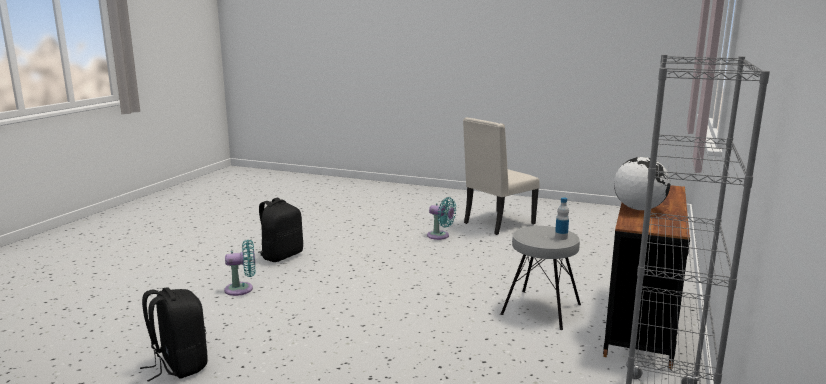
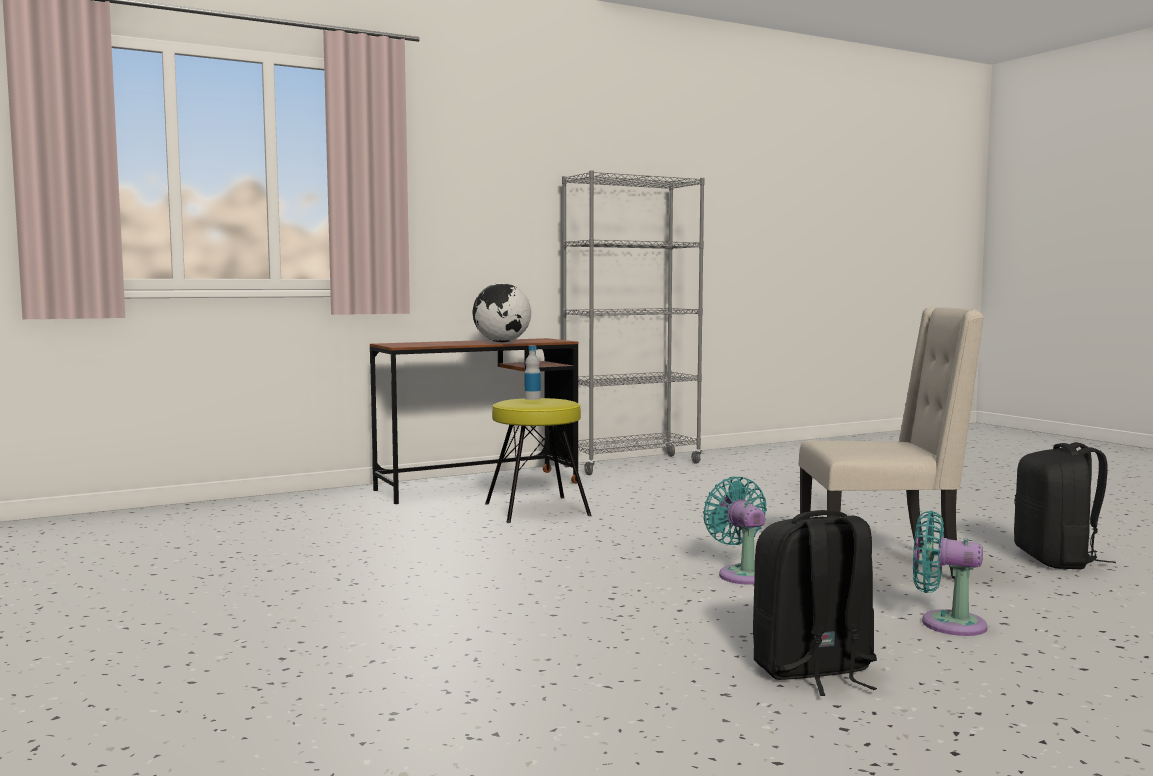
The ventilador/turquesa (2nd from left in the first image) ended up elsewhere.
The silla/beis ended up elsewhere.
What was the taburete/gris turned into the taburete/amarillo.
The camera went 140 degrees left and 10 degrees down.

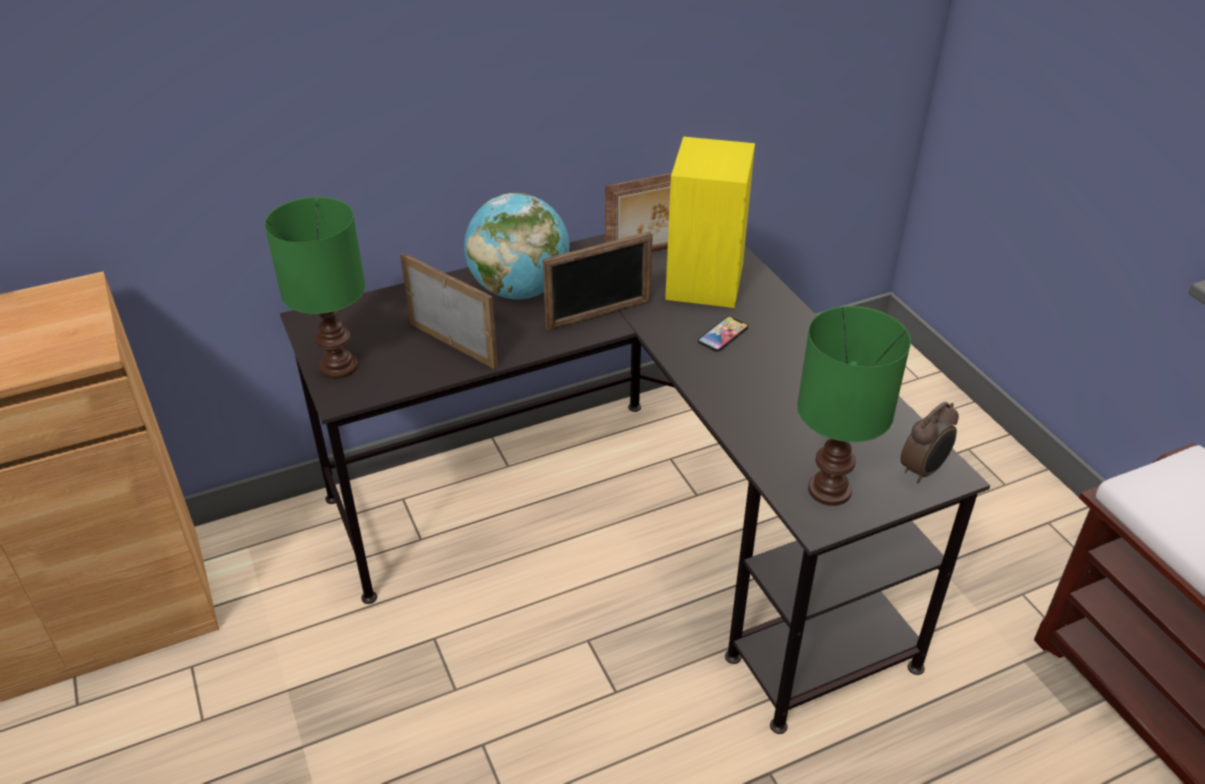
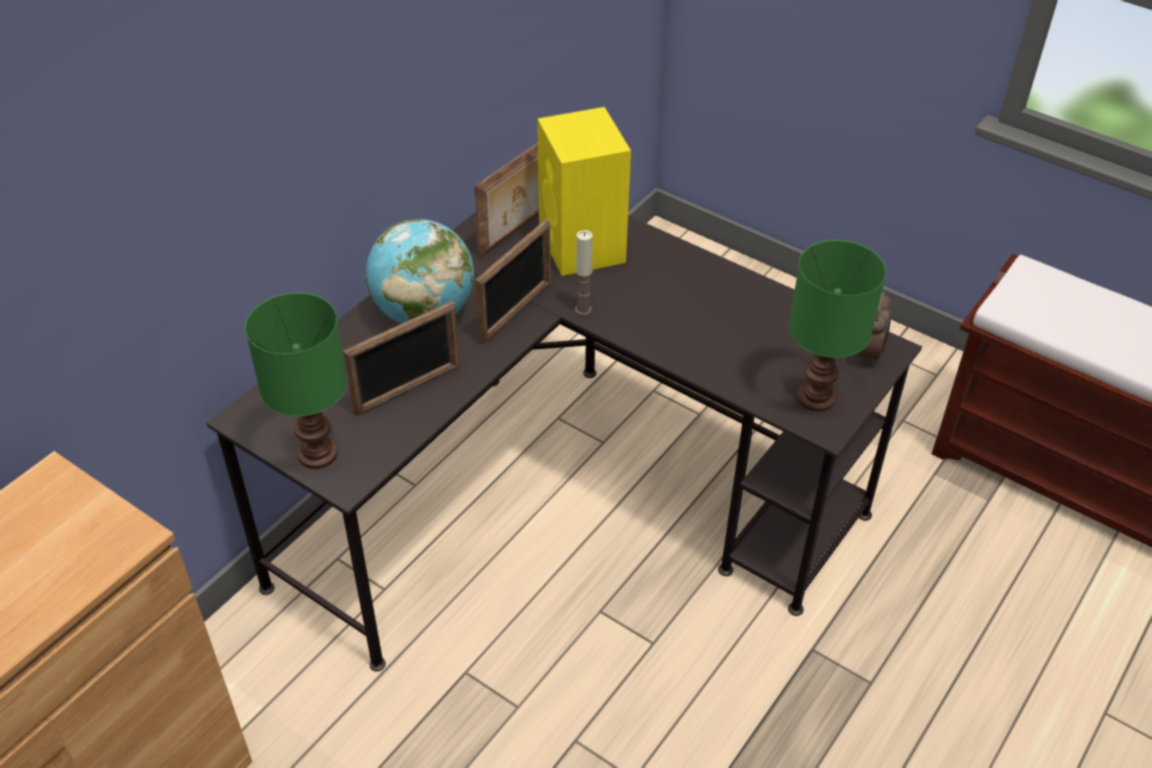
The second view lost the móvil.
The second view gained the vela.
The portarretratos (1st from left) ended up facing another way, 135 degrees clockwise from before.
The camera went 30 degrees left and 5 degrees up.

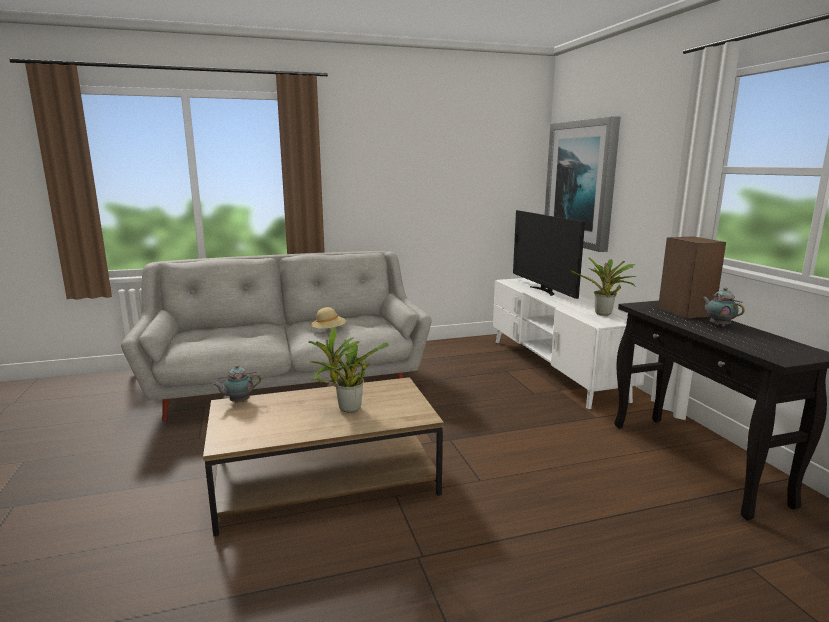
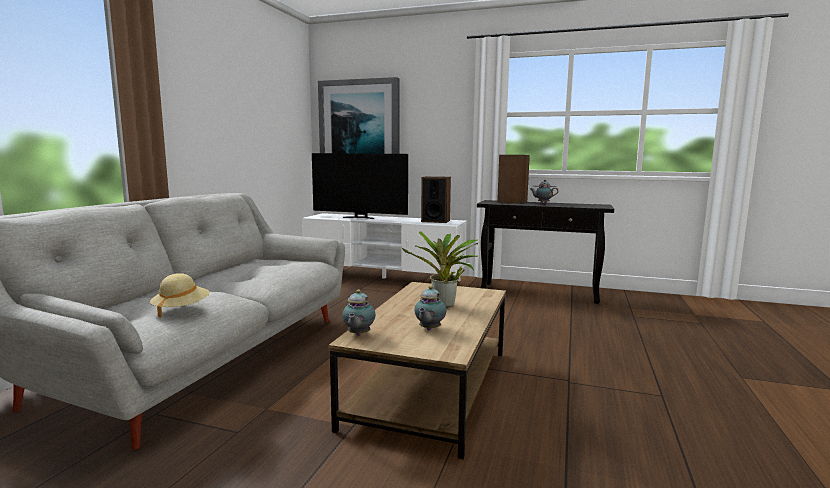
The second view gained the tetera (2nd from left).
The sombrero/beis ended up elsewhere.
Where the planta en maceta (2nd from left) stood, the altavoz (1st from left) came to stand.
The camera went 55 degrees left and 5 degrees down.

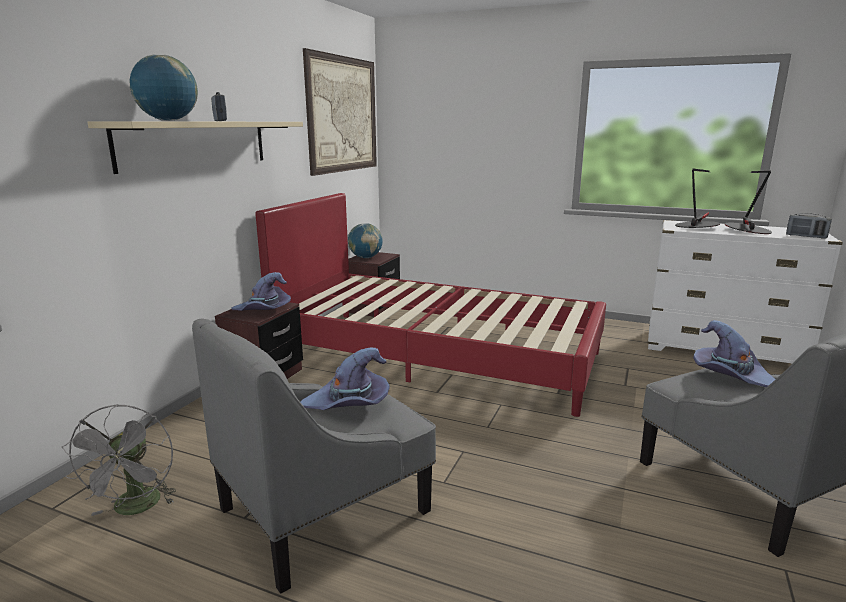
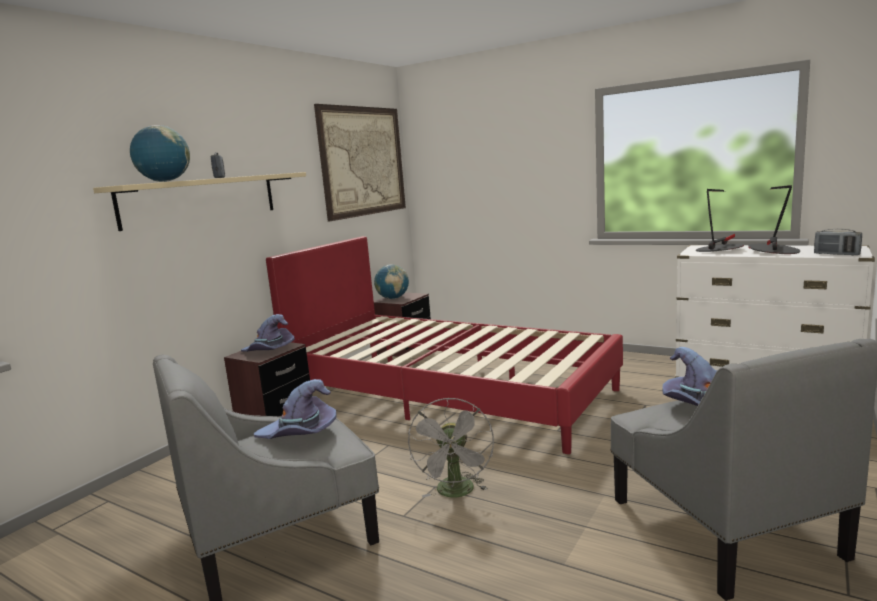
The ventilador/gris ended up elsewhere.
The camera went 10 degrees right and 5 degrees down.

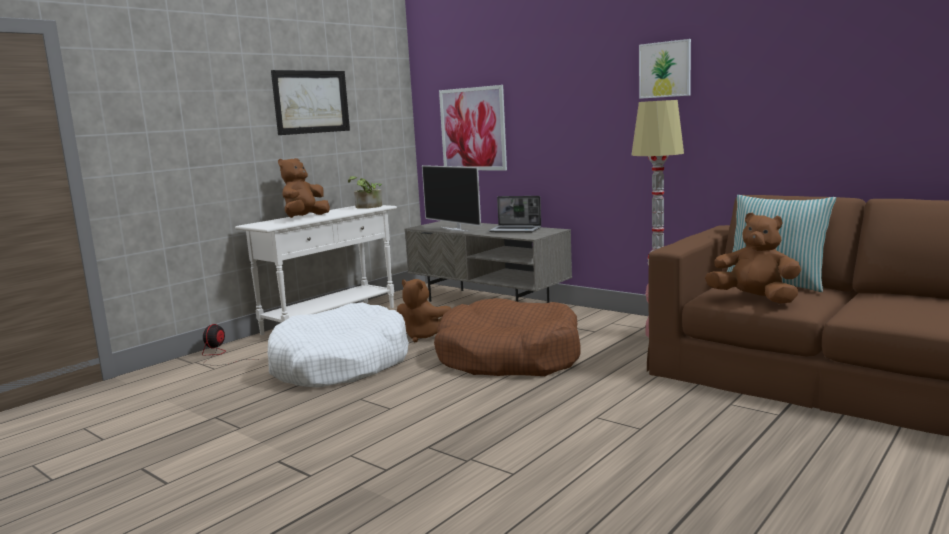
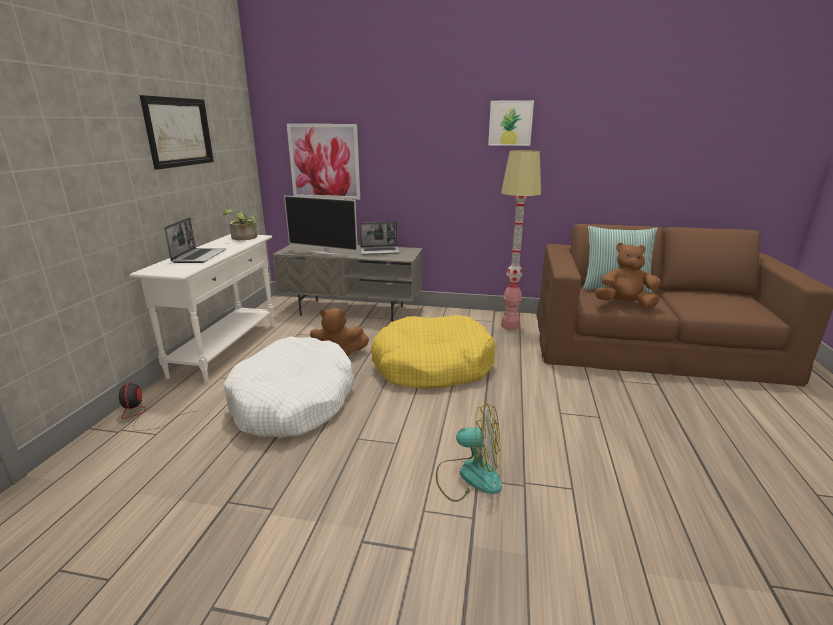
The second view gained the ventilador (2nd from left).
Where the peluche/marrón (1st from left) stood, the portátil (1st from left) came to stand.
What was the cama para perro/marrón turned into the cama para perro/amarillo.
The camera went 30 degrees left and 10 degrees up.

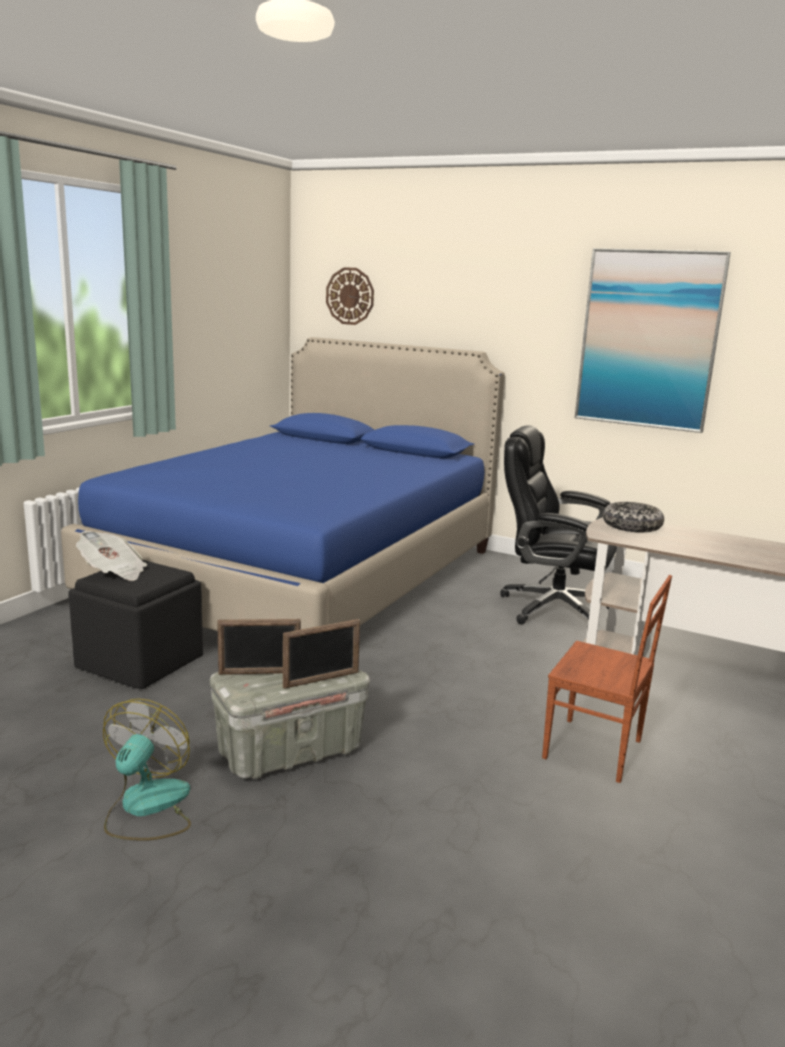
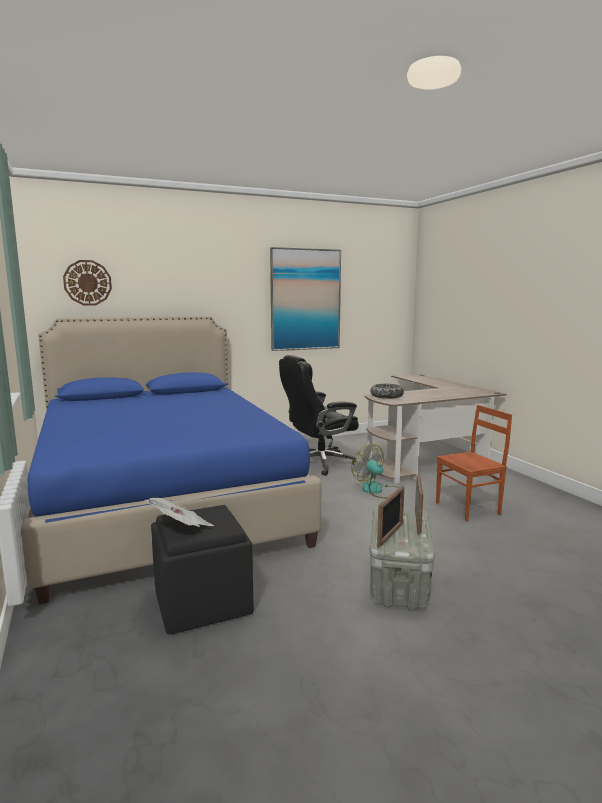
The ventilador ended up elsewhere.
The camera went 50 degrees left and 5 degrees down.

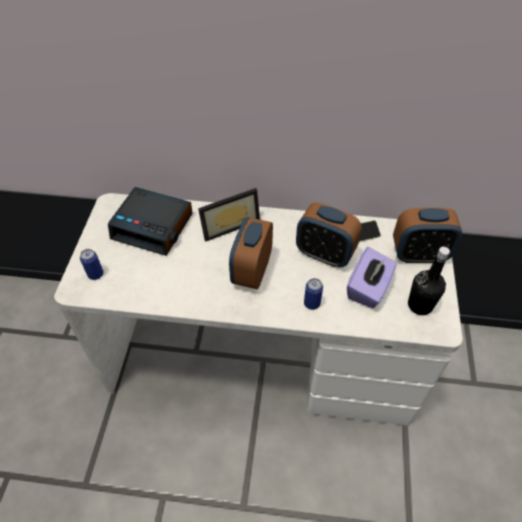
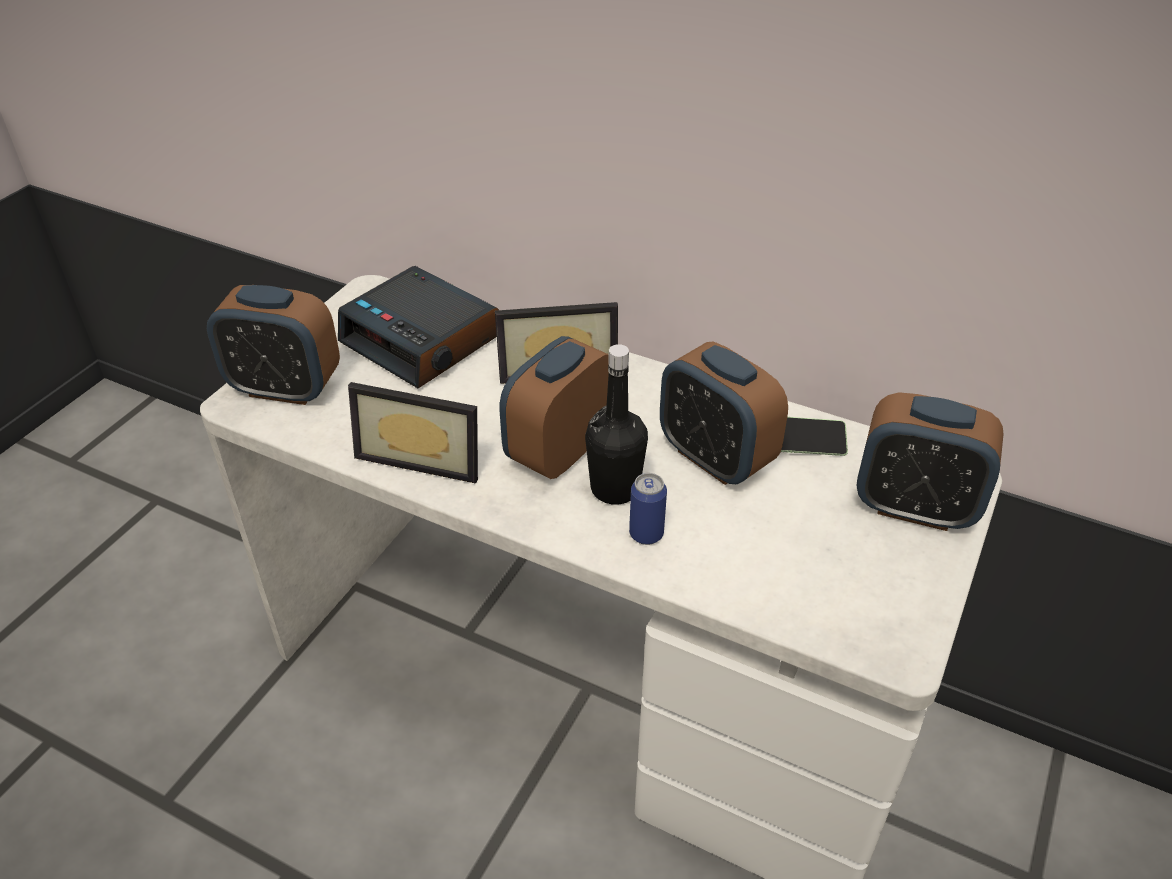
The second view lost the caja de pañuelos/morado.
The second view gained the portarretratos (1st from left).
The botella/negro ended up elsewhere.
Where the lata (1st from left) stood, the despertador (1st from left) came to stand.
The camera went 20 degrees right and 10 degrees down.

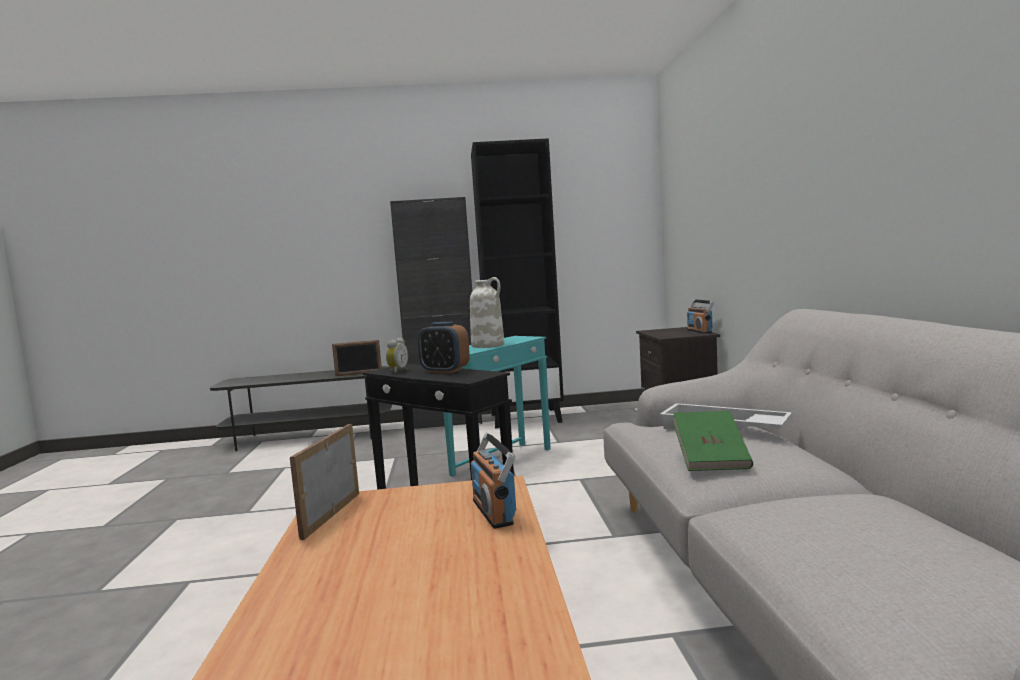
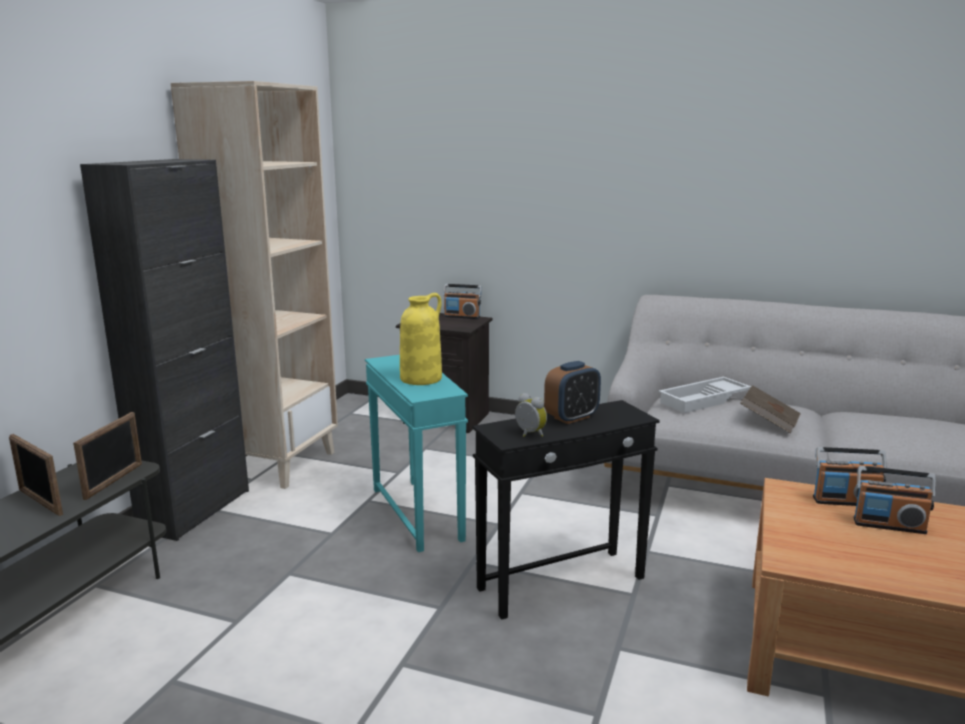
The second view gained the radio (3rd from left).
The portarretratos (1st from left) ended up elsewhere.
What was the florero/blanco turned into the florero/amarillo.
What was the estantería/negro turned into the estantería/beis.
What was the libro/verde turned into the libro/marrón.
The camera went 65 degrees left and 10 degrees up.

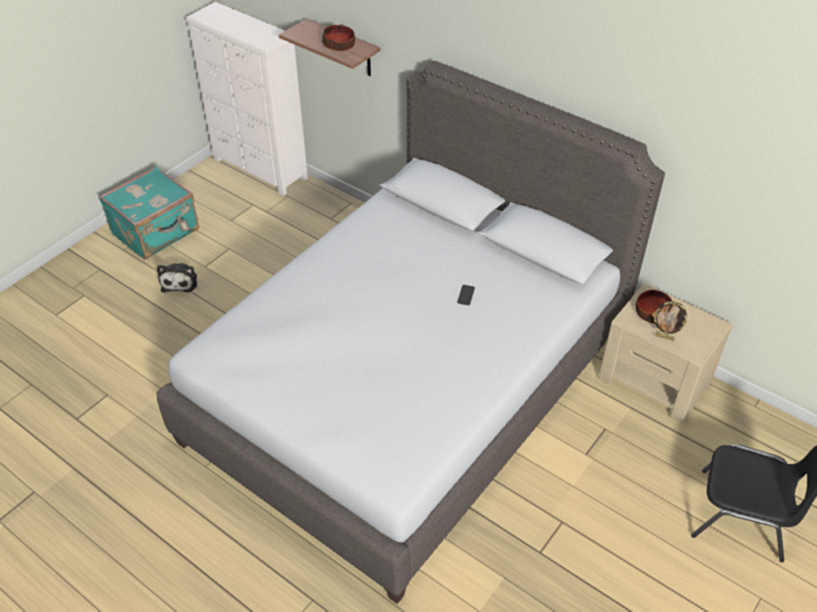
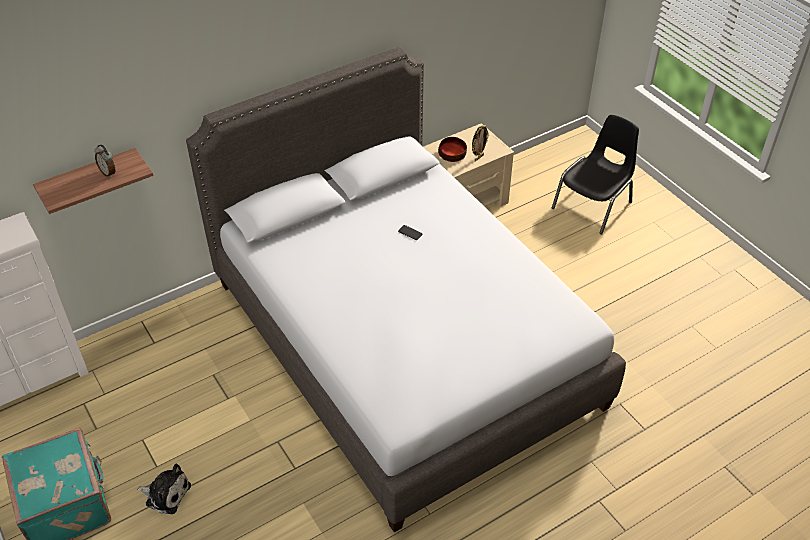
Where the cuenco (1st from left) stood, the despertador came to stand.
The camera went 70 degrees left and 0 degrees up.

